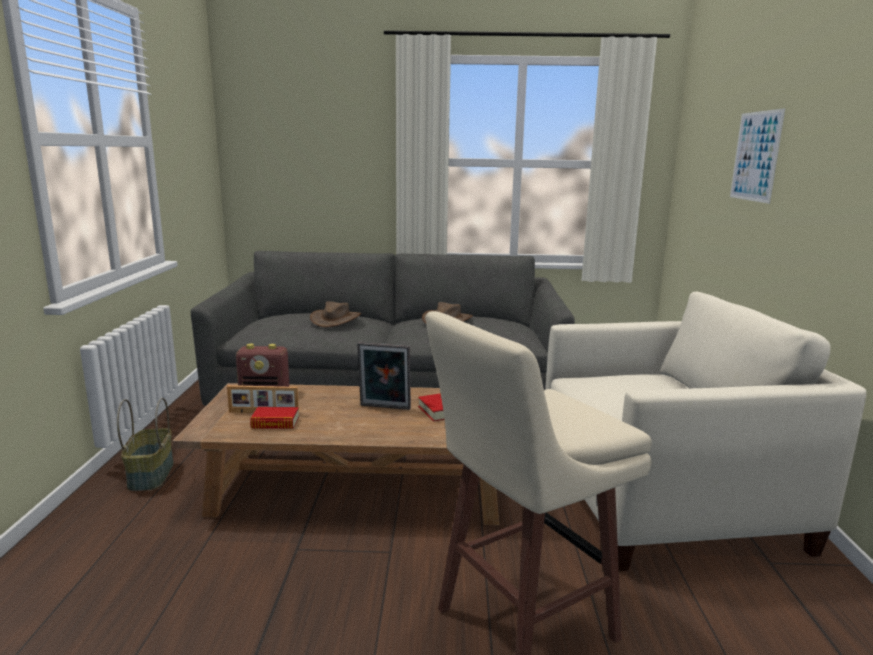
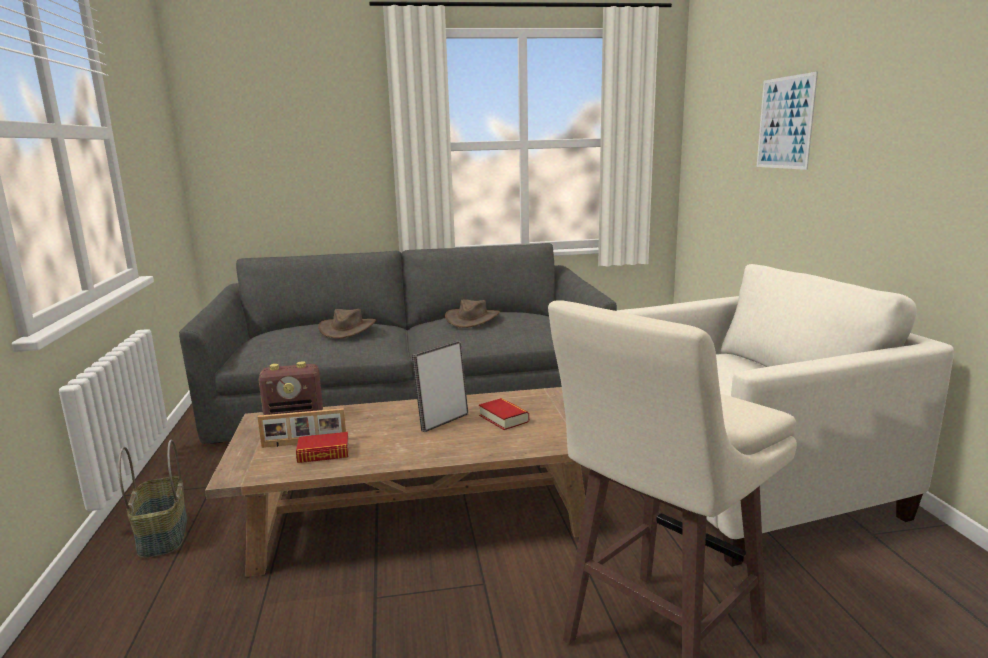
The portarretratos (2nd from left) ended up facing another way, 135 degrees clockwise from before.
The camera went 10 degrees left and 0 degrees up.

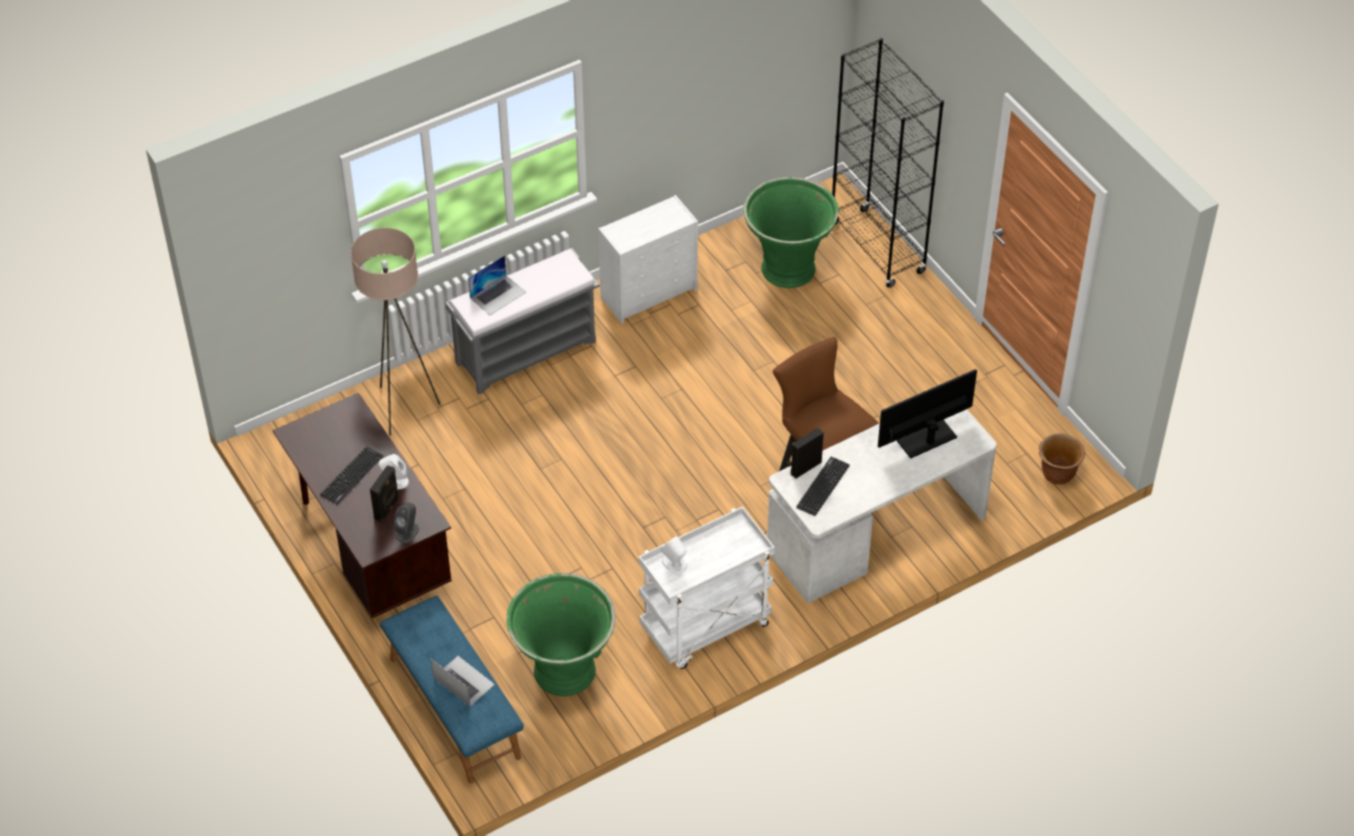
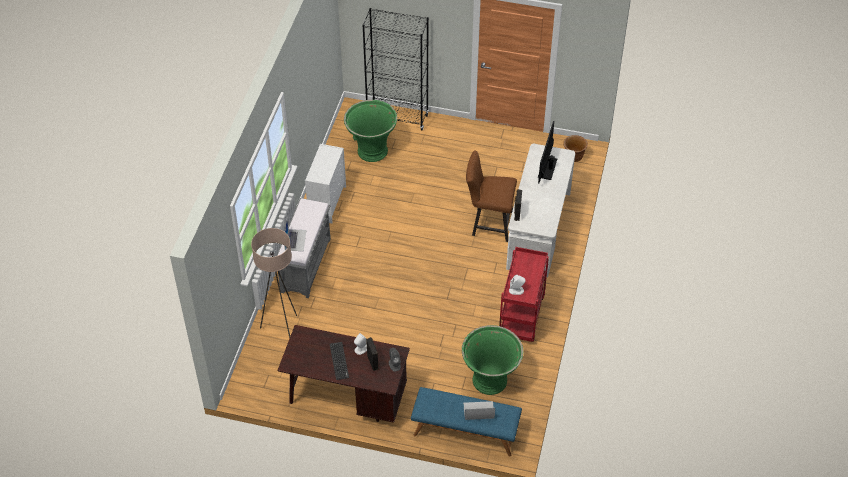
The second view lost the teclado (2nd from left).
What was the carrito/blanco turned into the carrito/rojo.
The camera went 45 degrees left and 0 degrees up.

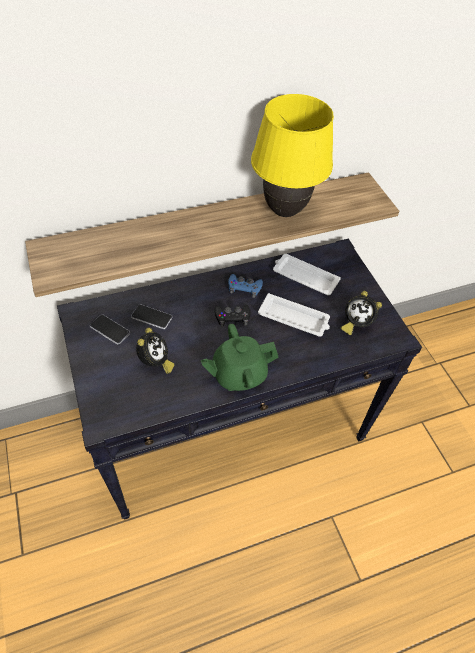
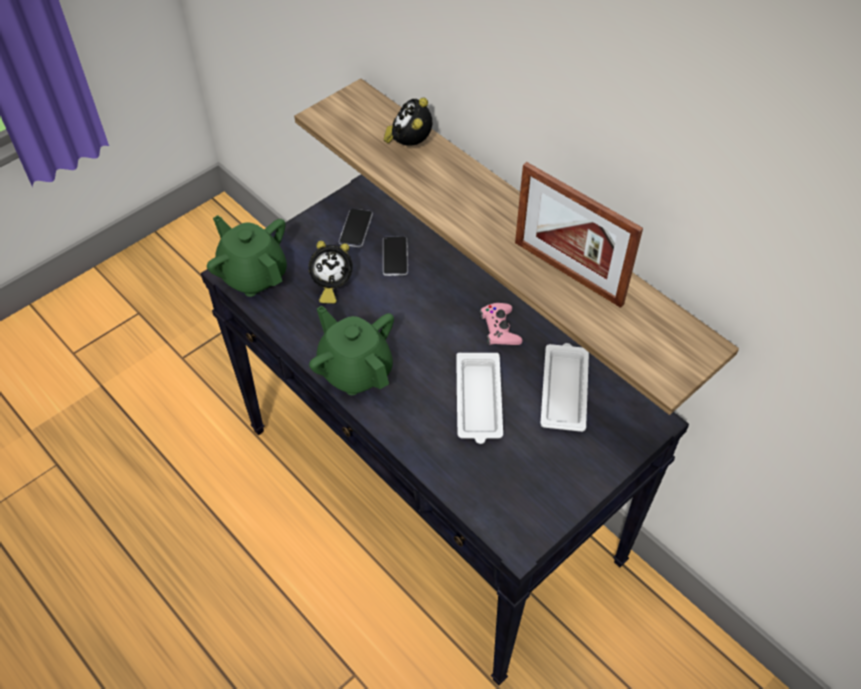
The second view lost the mando de consola/negro.
The second view gained the tetera/verde (1st from left).
The despertador (2nd from left) ended up elsewhere.
Where the lámpara de mesa/amarillo stood, the portarretratos came to stand.
What was the mando de consola/azul turned into the mando de consola/rosa.
The camera went 70 degrees right and 0 degrees up.

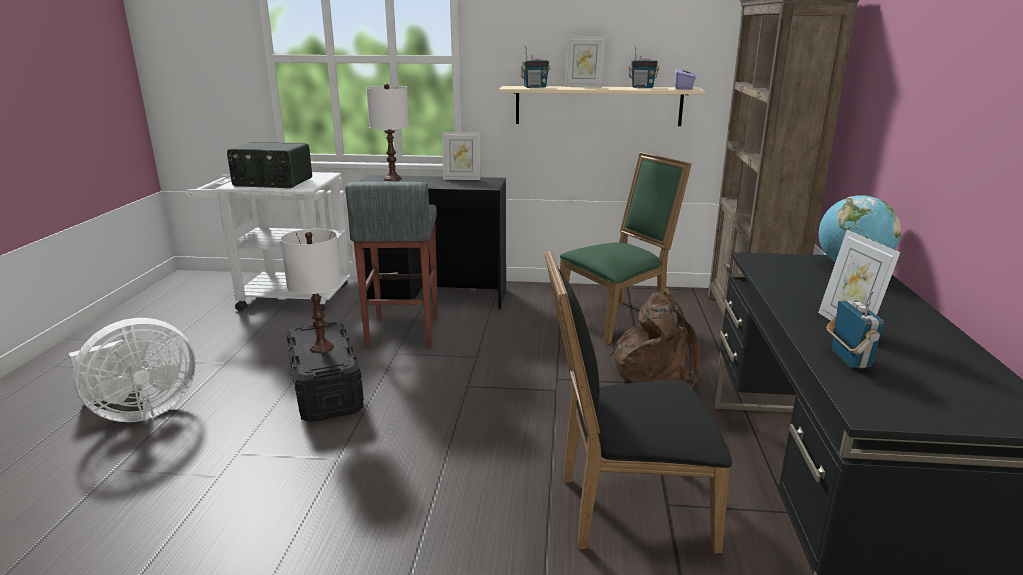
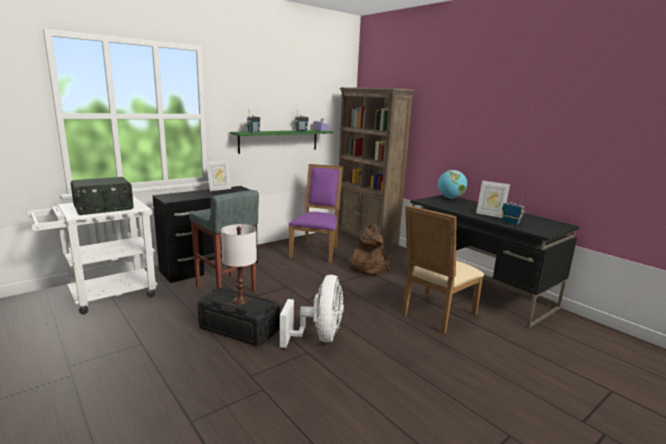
The second view lost the lámpara de mesa/blanco (2nd from left).
The second view lost the portarretratos (2nd from left).
The ventilador/blanco ended up elsewhere.
What was the estante/beis turned into the estante/verde.
What was the silla/negro turned into the silla/beis.
What was the silla/verde turned into the silla/morado.
The camera went 45 degrees left and 5 degrees down.

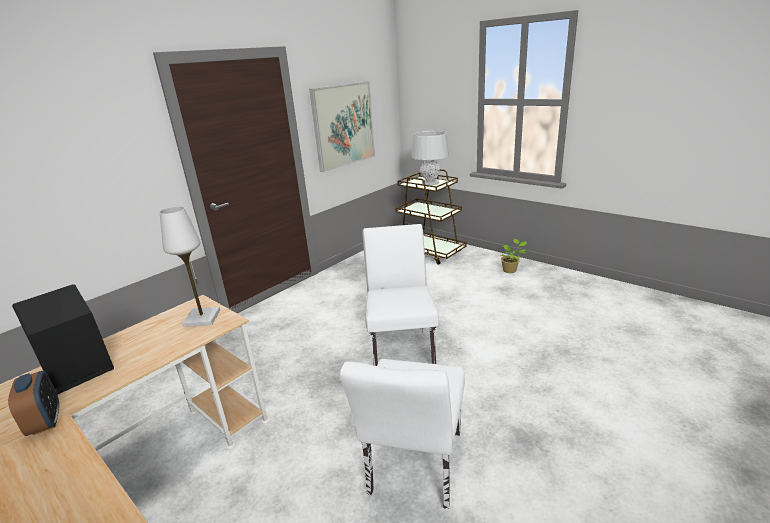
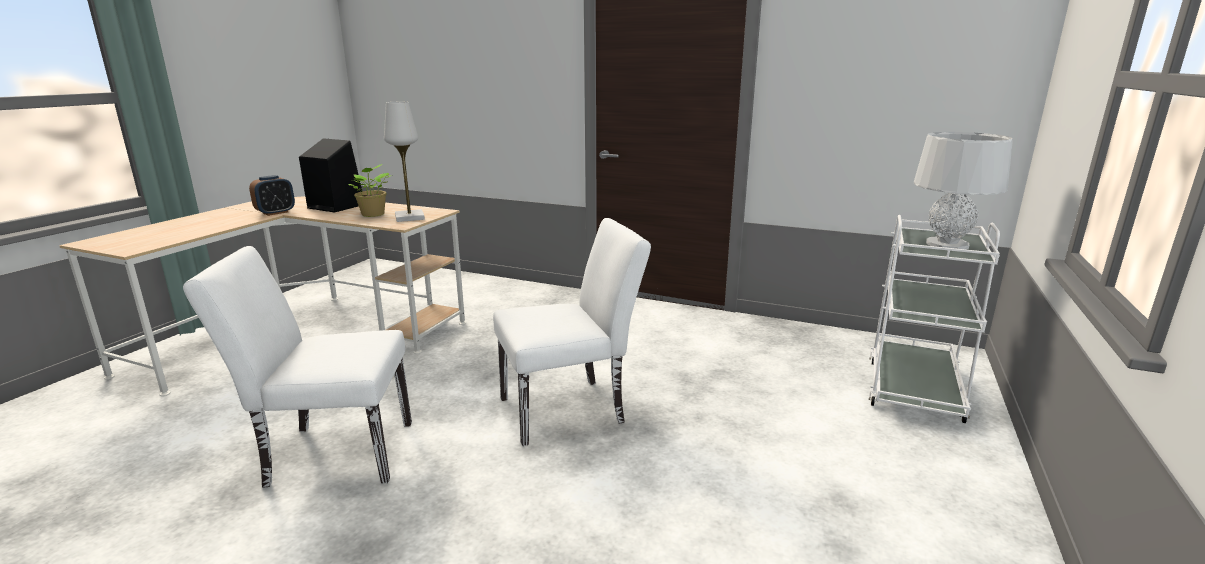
The second view lost the cuadro.
The planta en maceta ended up elsewhere.
What was the carrito/marrón turned into the carrito/blanco.
The camera went 70 degrees right and 5 degrees down.

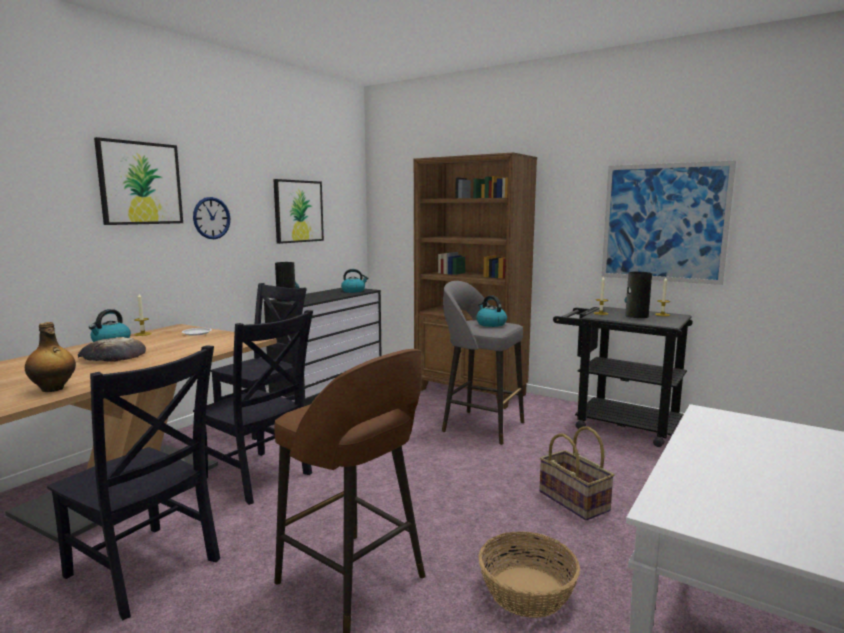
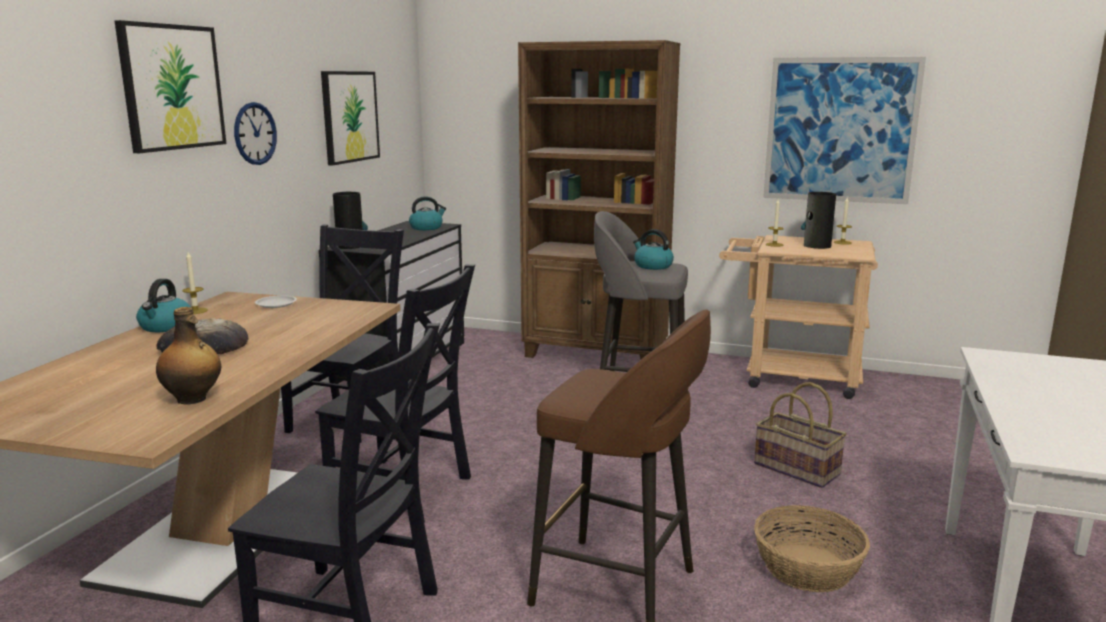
What was the carrito/negro turned into the carrito/beis.
The camera went 15 degrees left and 5 degrees up.

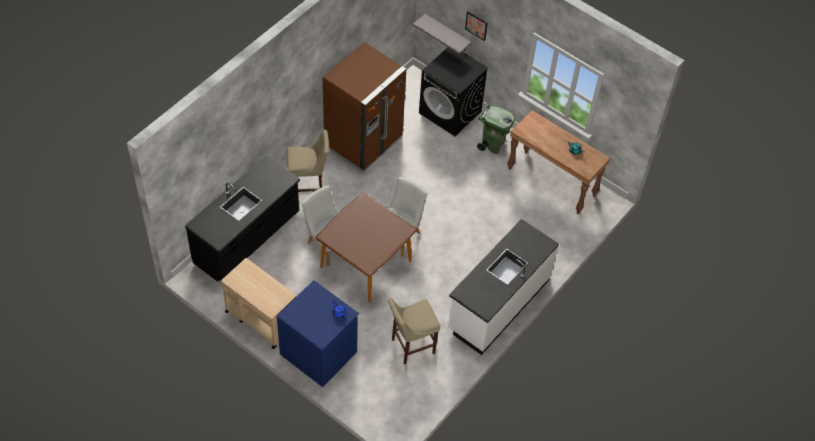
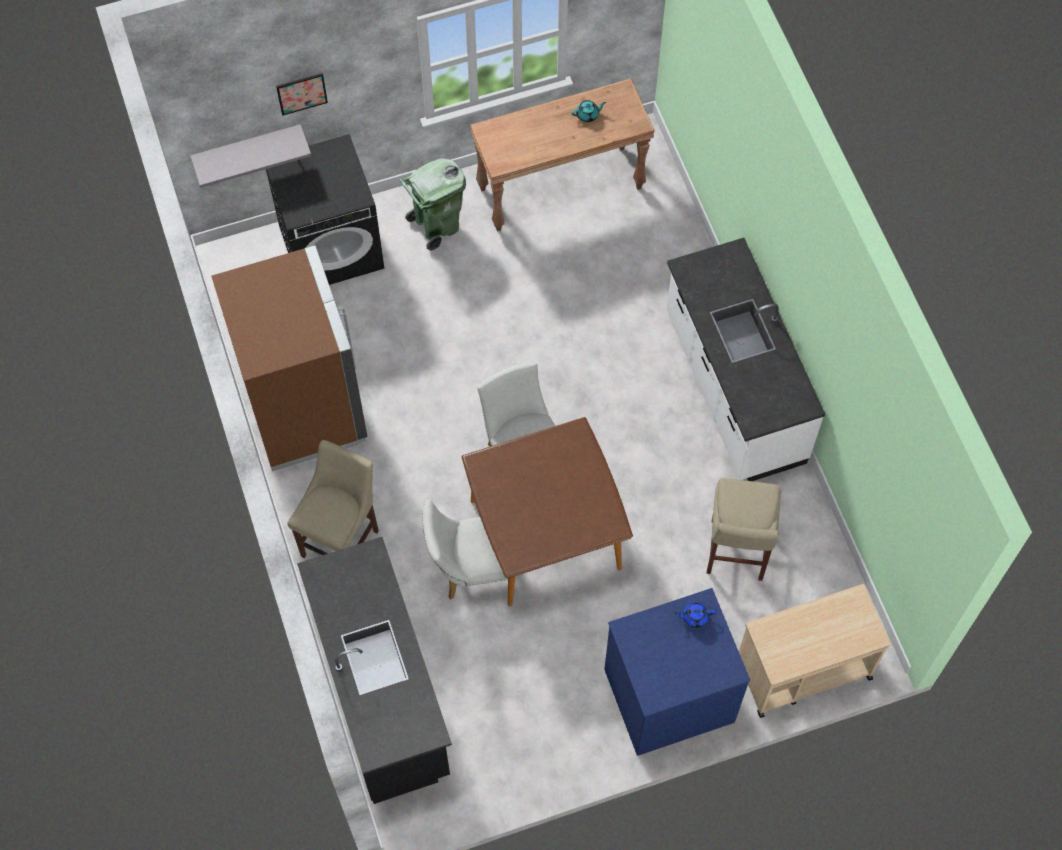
The carrito/beis ended up elsewhere.
The camera went 55 degrees left and 10 degrees up.

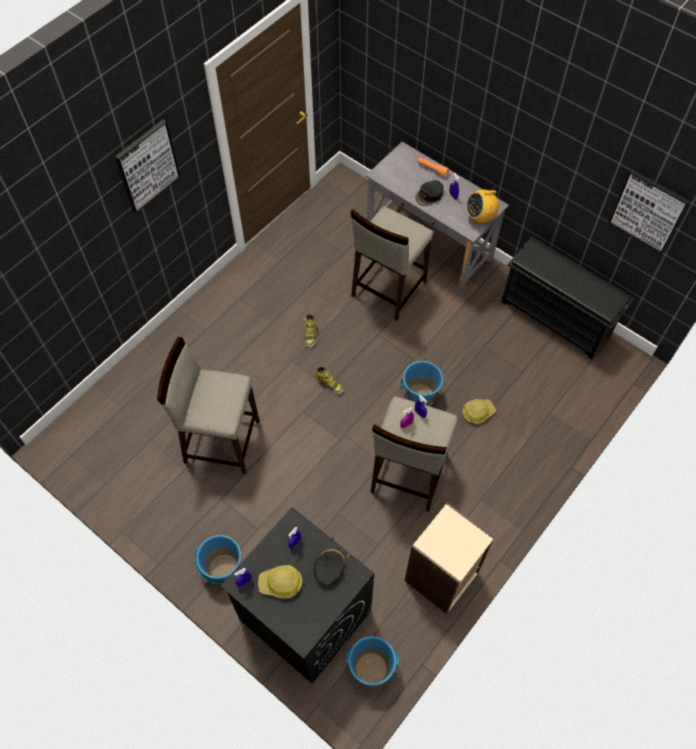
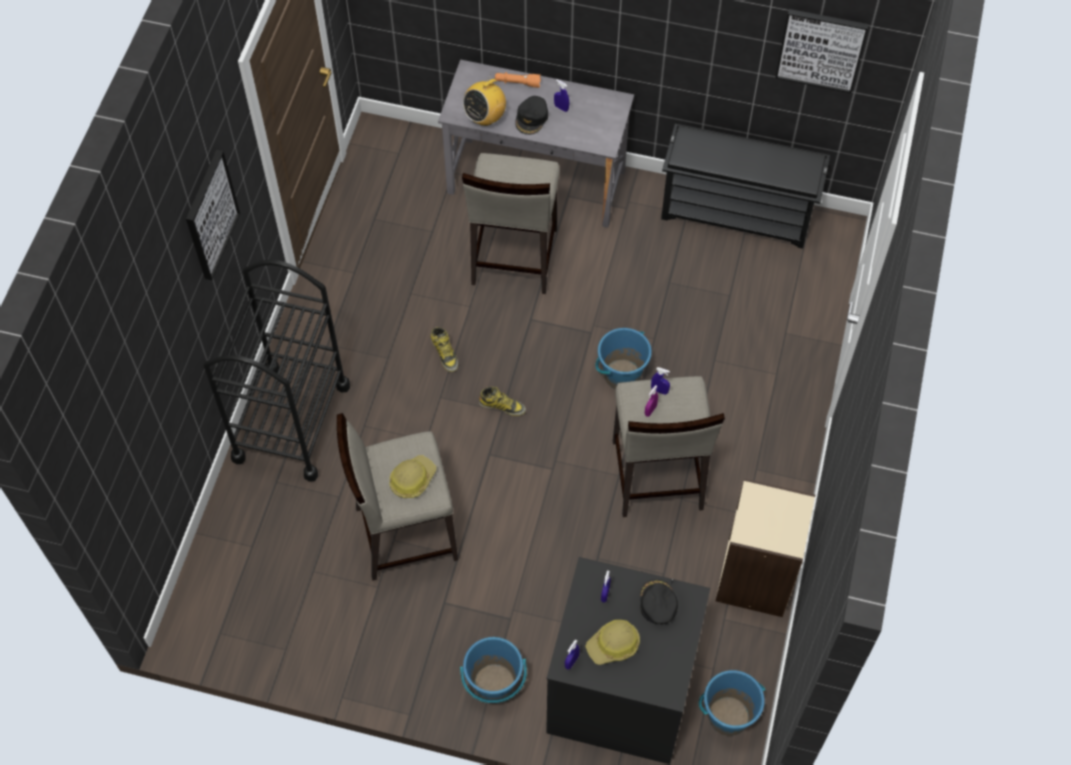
The second view gained the carrito/negro.
The casco (2nd from left in the first image) ended up elsewhere.
The radio ended up elsewhere.
The camera went 25 degrees left and 0 degrees up.

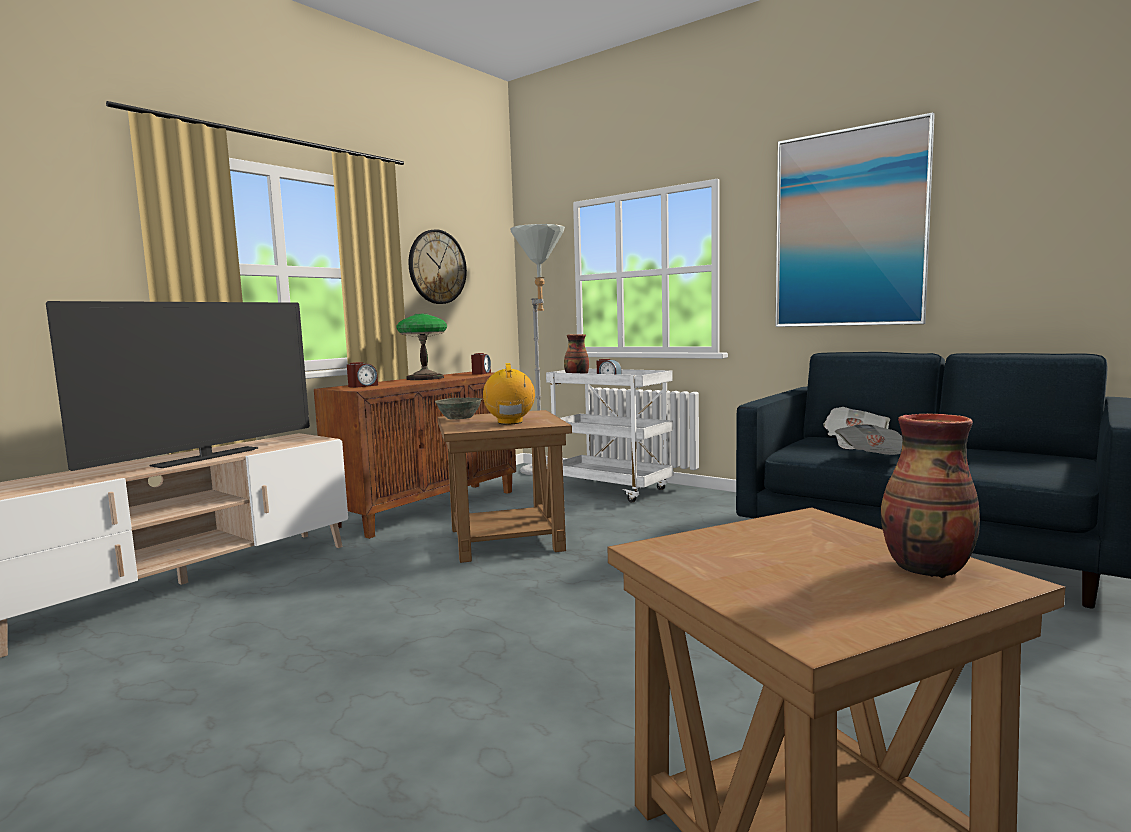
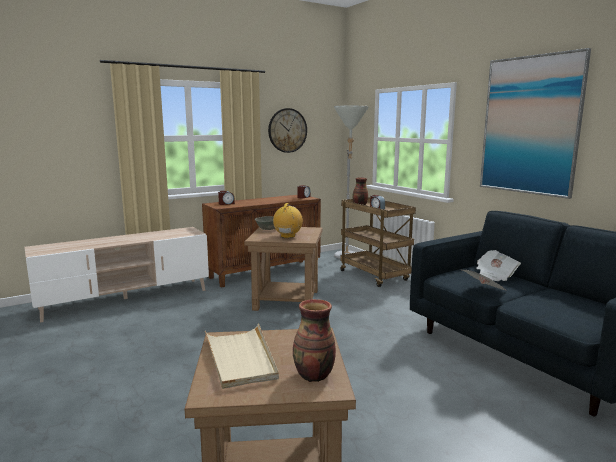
The second view lost the televisor.
The second view lost the lámpara de mesa.
The second view gained the bandeja/beis.
What was the carrito/blanco turned into the carrito/marrón.
The camera went 20 degrees right and 5 degrees up.

